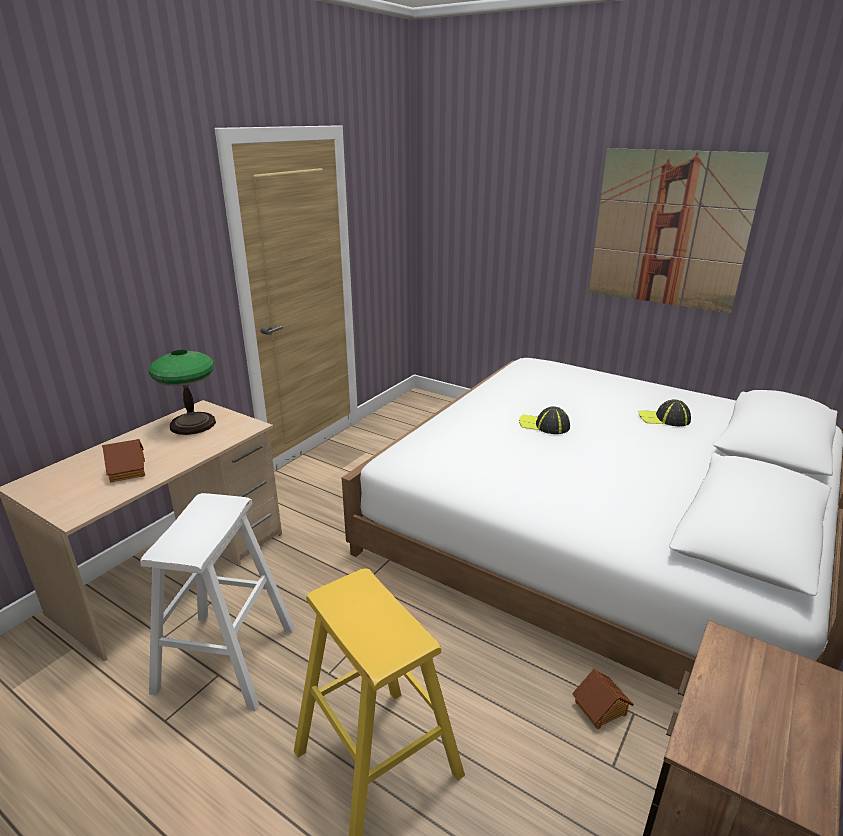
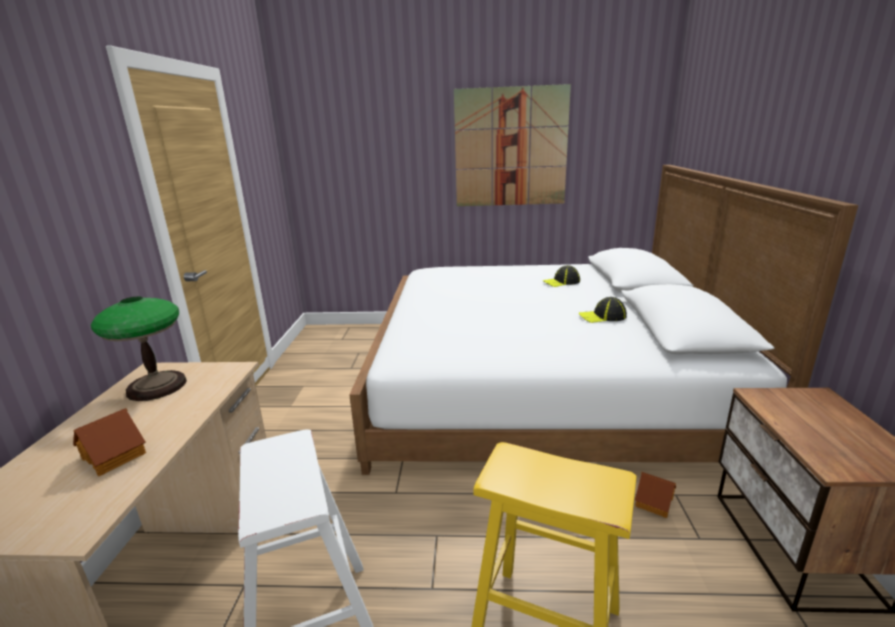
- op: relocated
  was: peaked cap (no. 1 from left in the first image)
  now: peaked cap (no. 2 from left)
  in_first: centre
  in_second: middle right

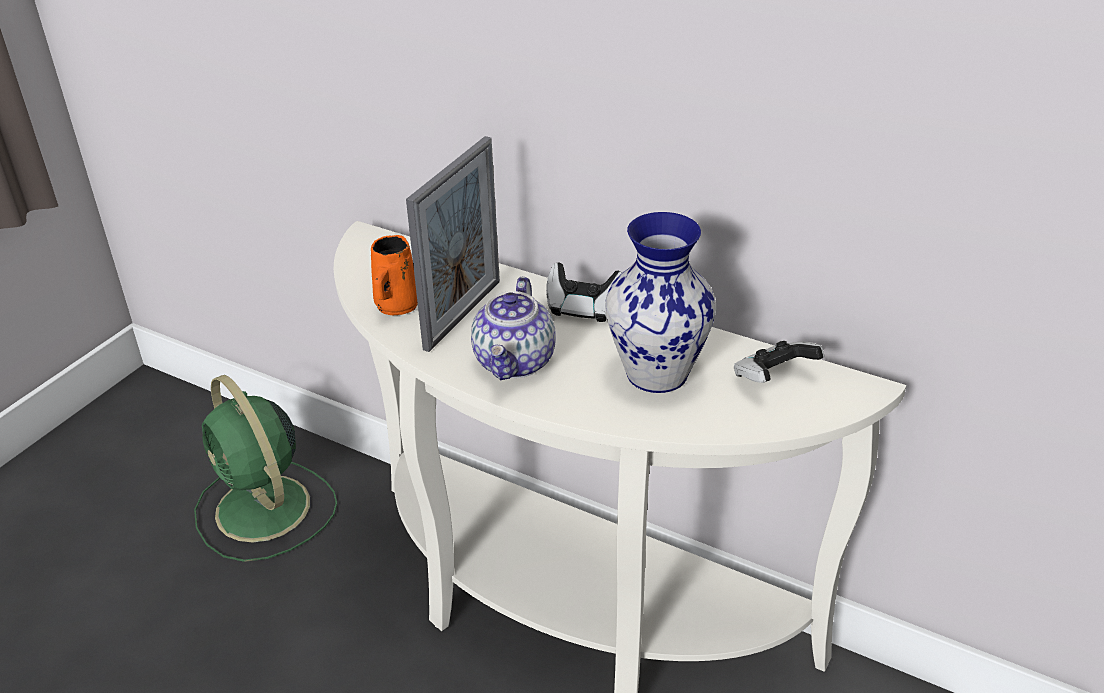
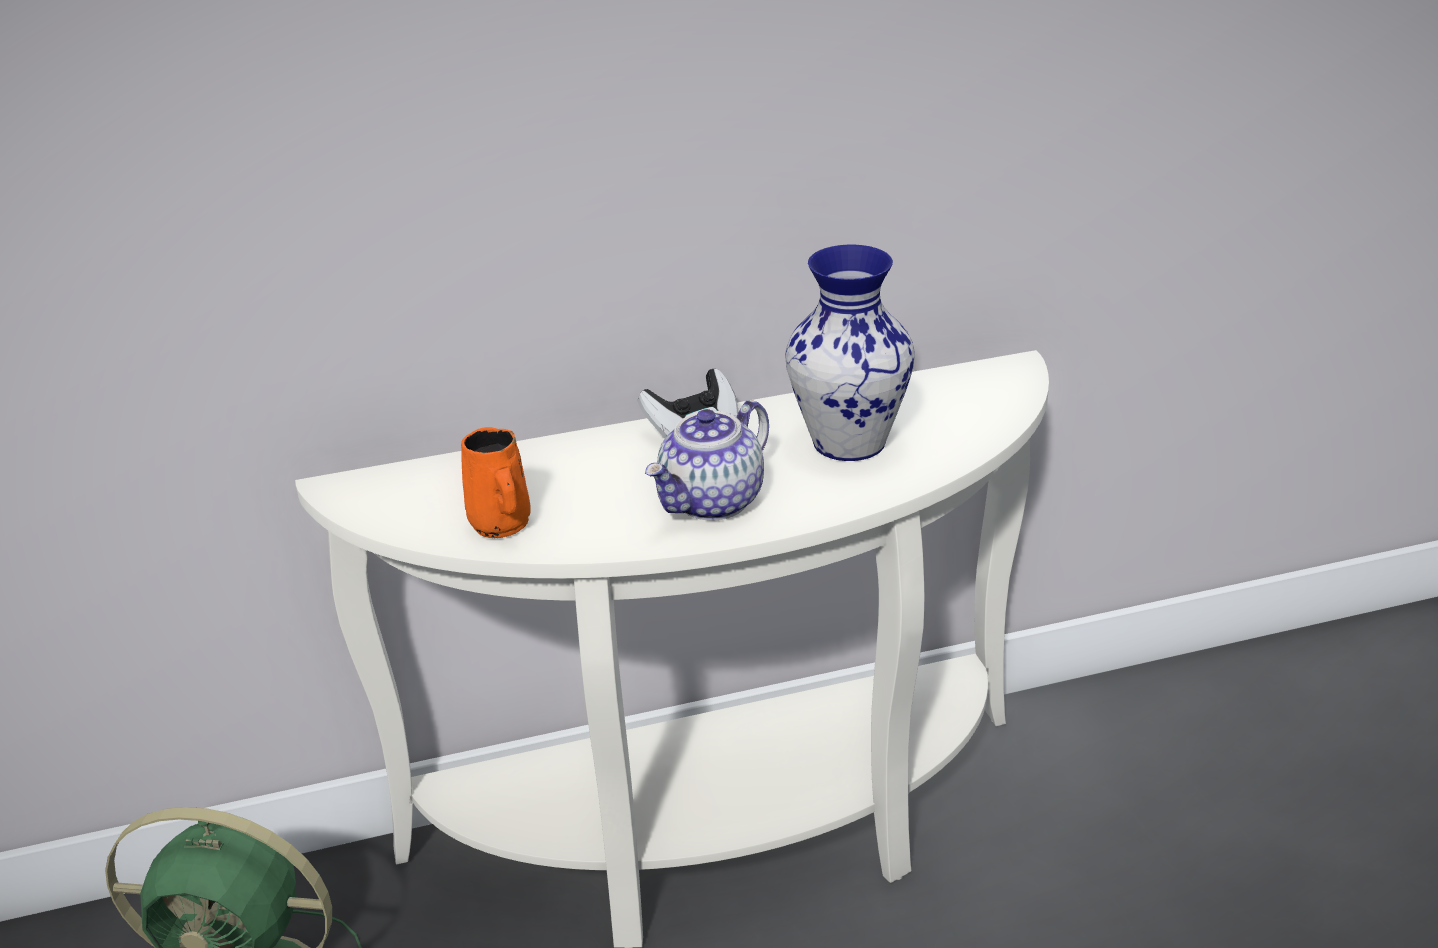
- op: missing
  was: picture frame
  in_first: centre
- op: spun
  was: tea pot
  in_first: centre
  in_second: centre
  clockwise: 75
- op: missing
  was: game controller (no. 2 from left)
  in_first: middle right

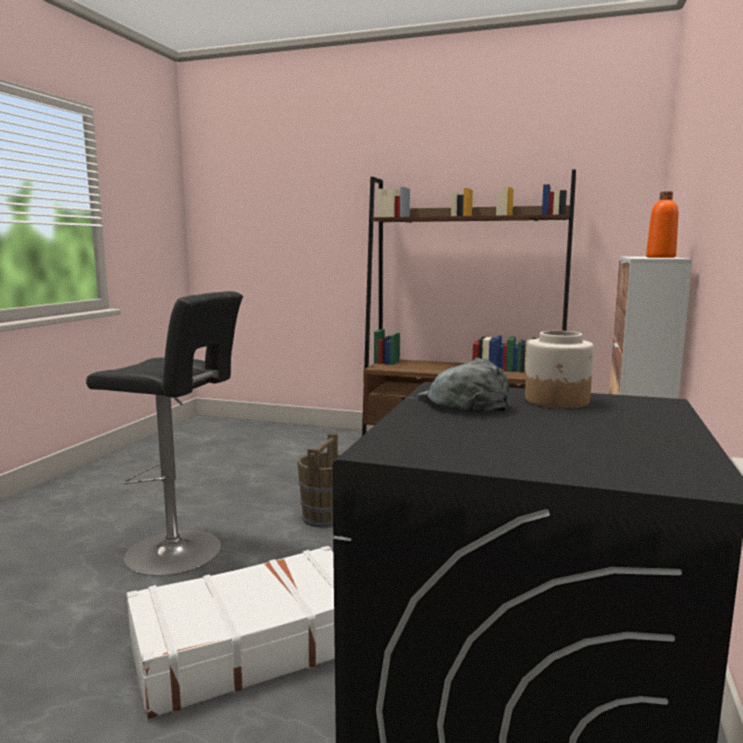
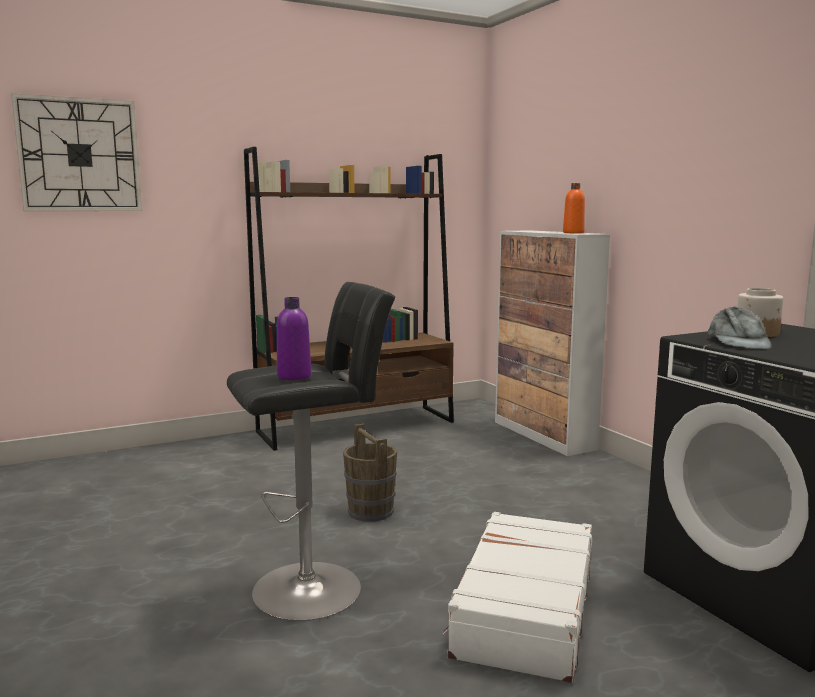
- op: spun
  was: grey peaked cap
  in_first: centre
  in_second: middle right
  clockwise: -105
- op: appeared
  now: hanging clock
  in_second: top left
- op: appeared
  now: purple-coloured drink bottle
  in_second: centre

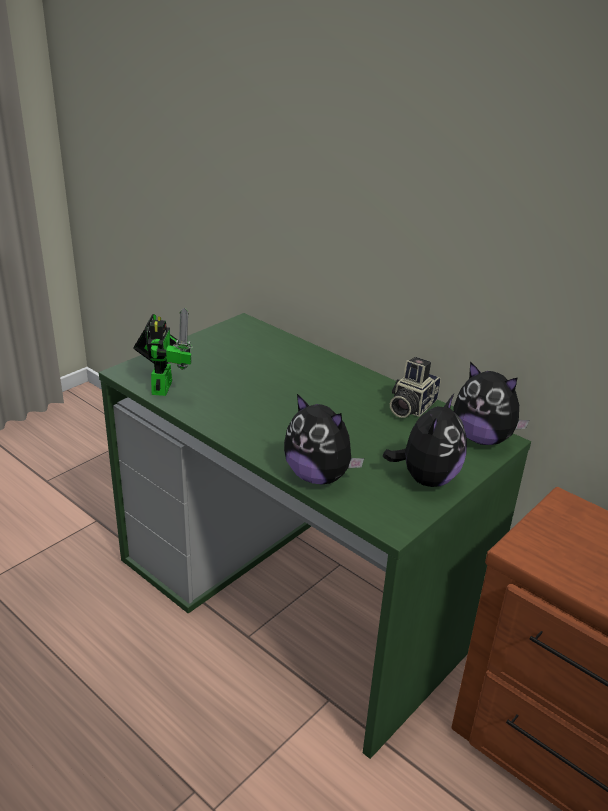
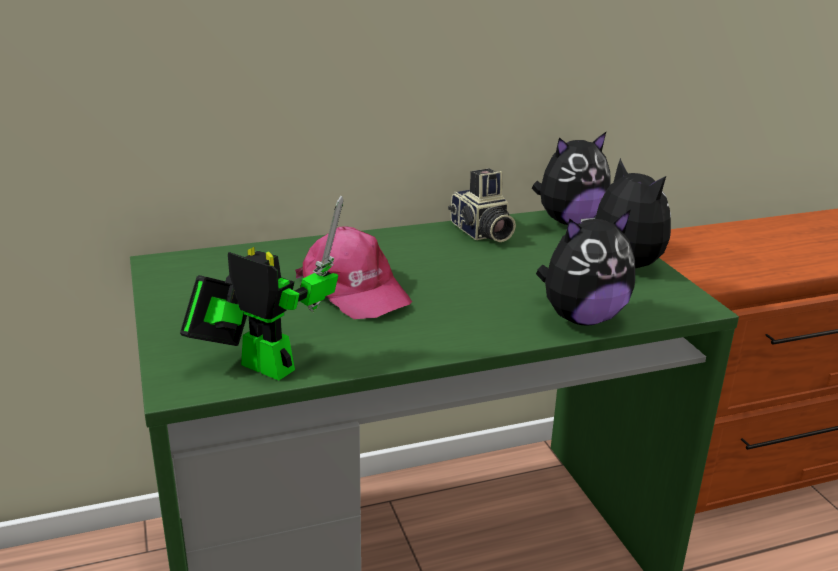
- op: appeared
  now: pink peaked cap
  in_second: centre

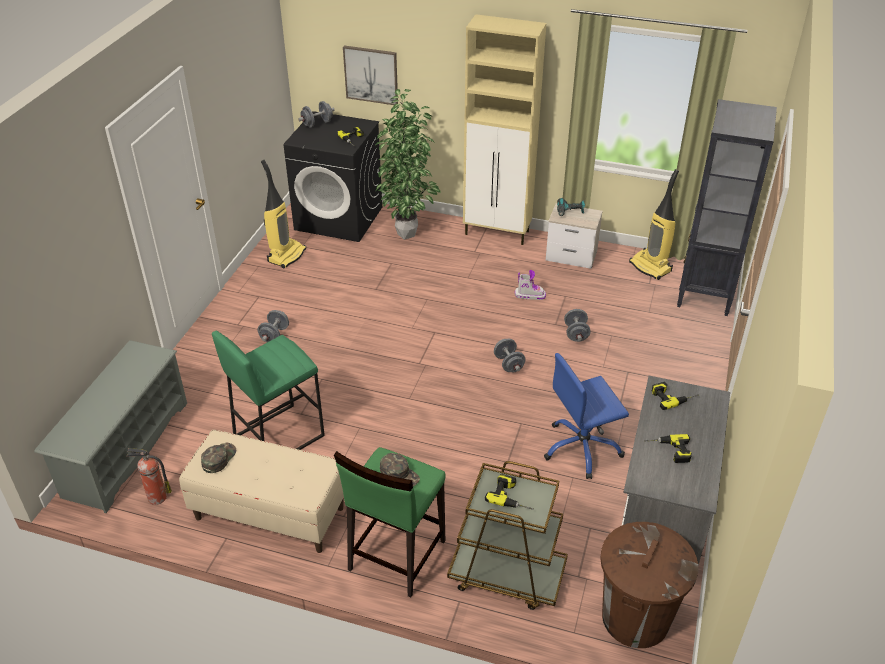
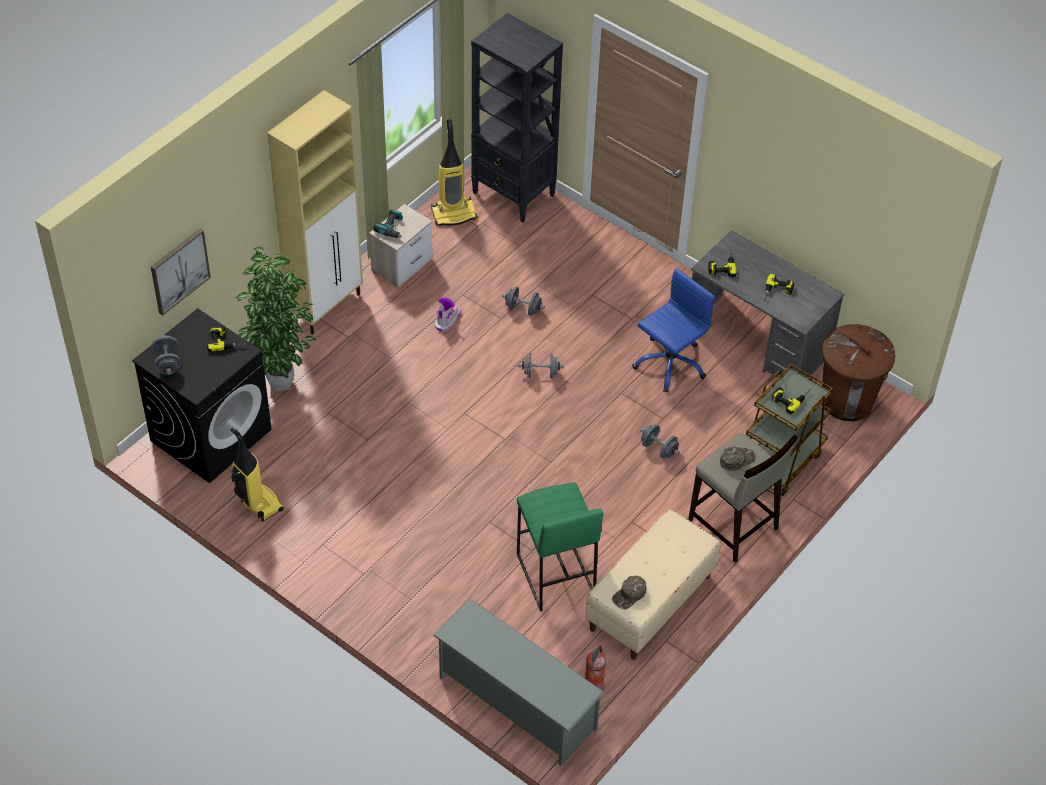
- op: spun
  was: greenish peaked cap (no. 1 from left)
  in_first: bottom left
  in_second: bottom centre
  clockwise: -90
- op: relocated
  was: grey hand weight (no. 1 from left in the first image)
  now: grey hand weight (no. 4 from left)
  in_first: middle left
  in_second: centre
- op: colour
  was: greenish stool (no. 2 from left)
  now: beige stool
  in_first: bottom centre
  in_second: middle right
- op: spun
  was: blue-coloured desk chair
  in_first: centre
  in_second: centre
  clockwise: -135

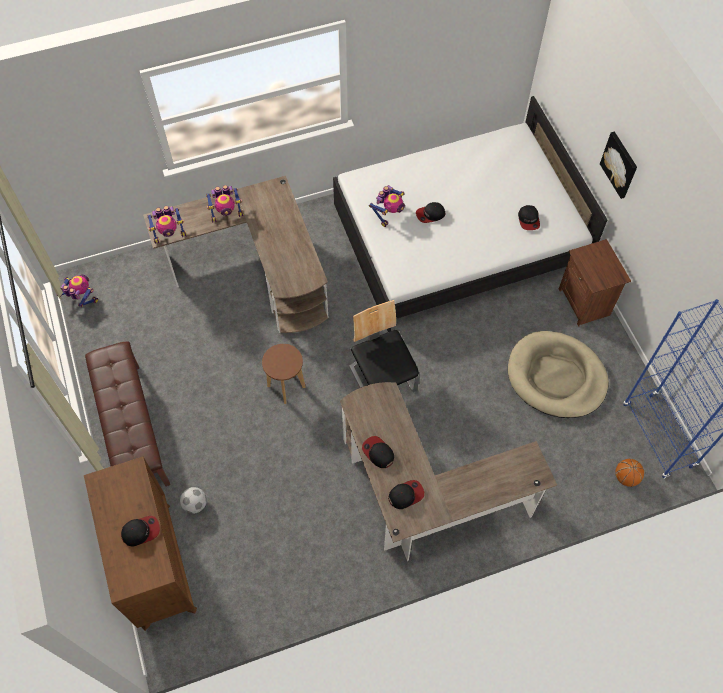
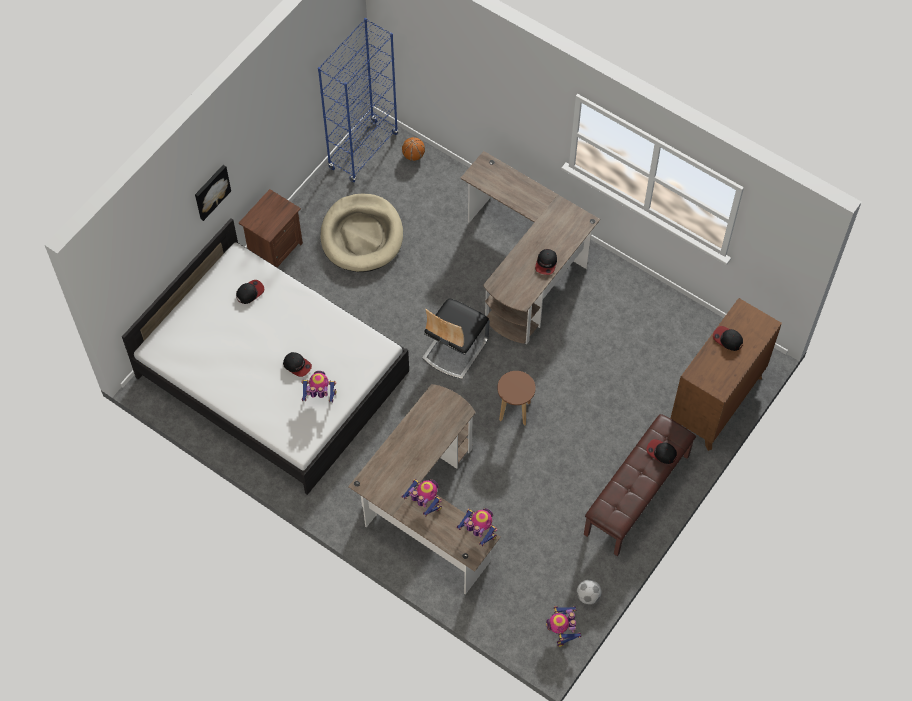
- op: relocated
  was: football ball
  in_first: bottom left
  in_second: bottom centre
- op: relocated
  was: peaked cap (no. 3 from left in the first image)
  now: peaked cap (no. 4 from left)
  in_first: bottom centre
  in_second: middle right

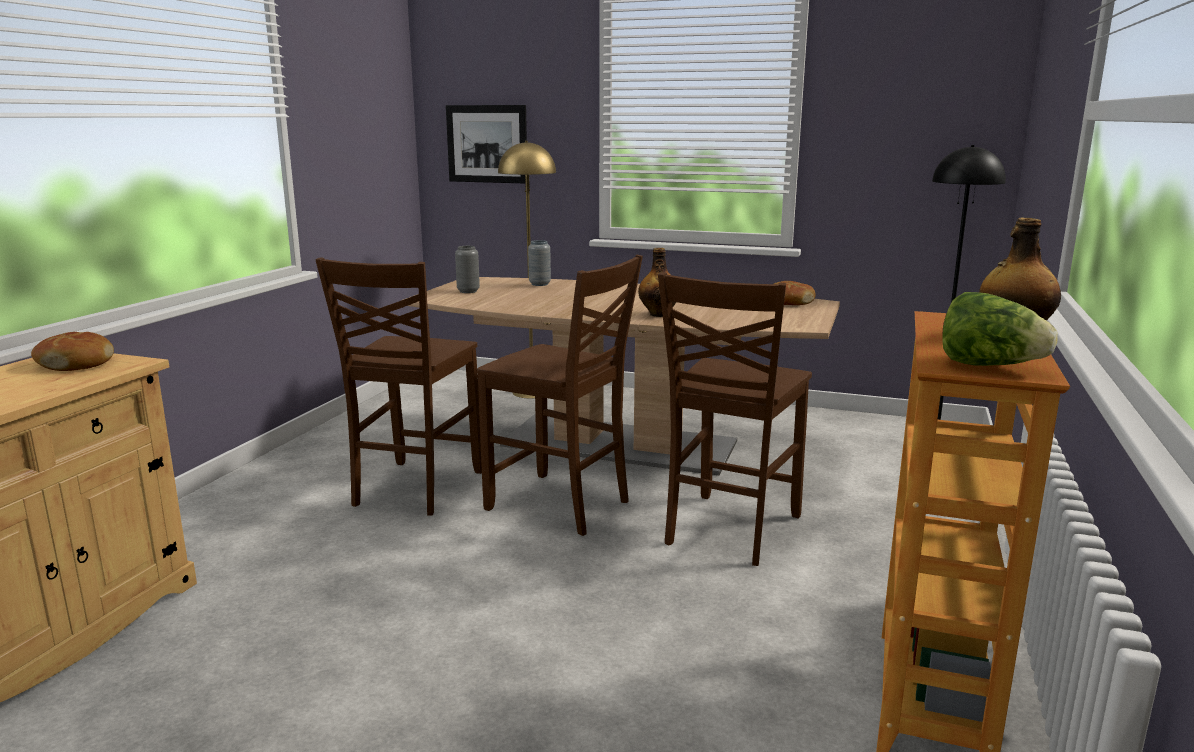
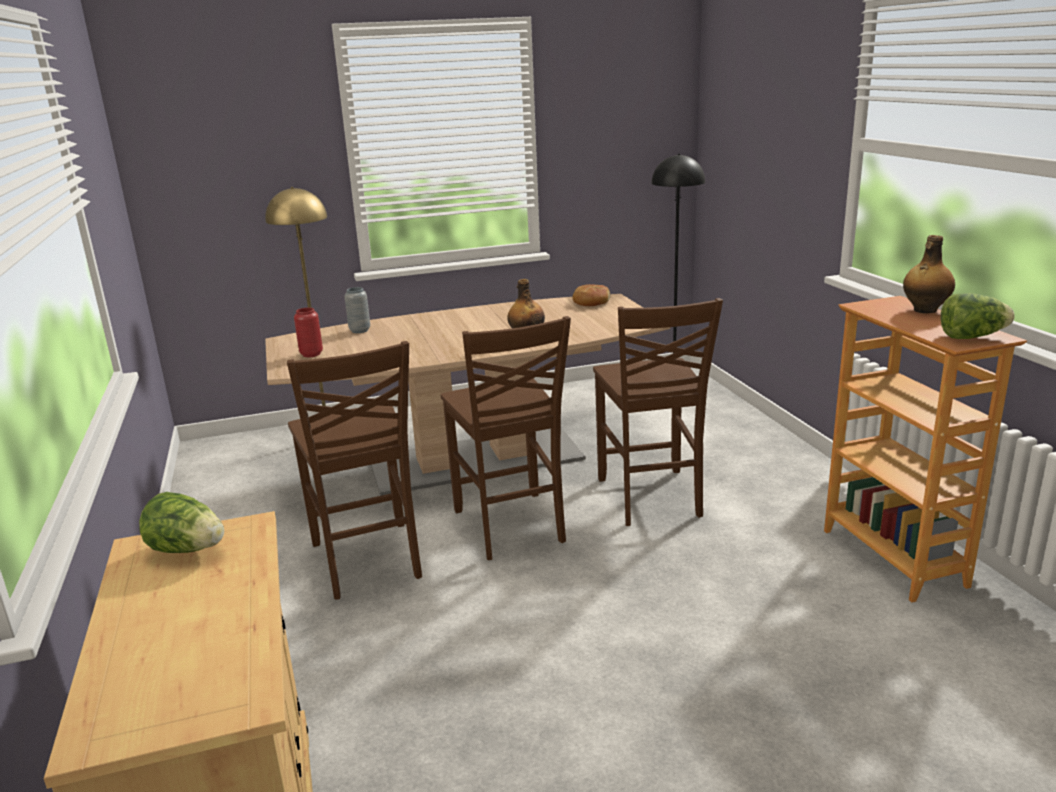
- op: exchanged
  was: baked bread (no. 1 from left)
  now: head of lettuce (no. 1 from left)
  in_first: middle left
  in_second: middle left
- op: missing
  was: wall picture
  in_first: top centre
- op: colour
  was: grey vase (no. 1 from left)
  now: red-coloured vase
  in_first: centre
  in_second: middle left
- op: spun
  was: brownish upright chair (no. 2 from left)
  in_first: centre
  in_second: centre
  clockwise: 75

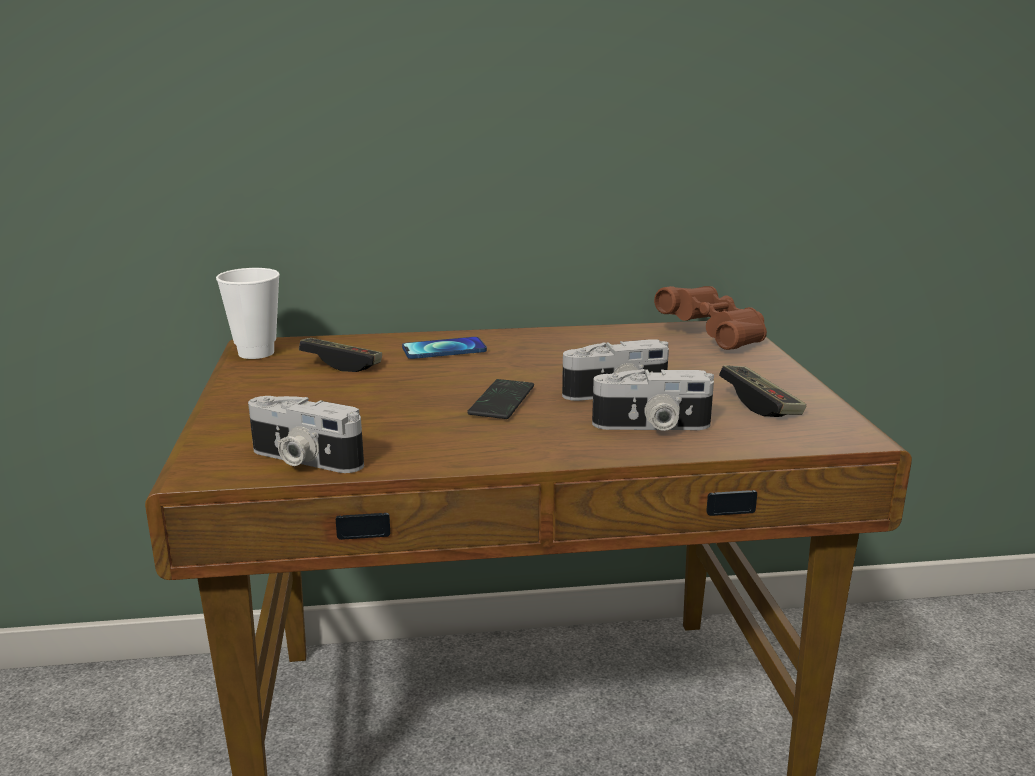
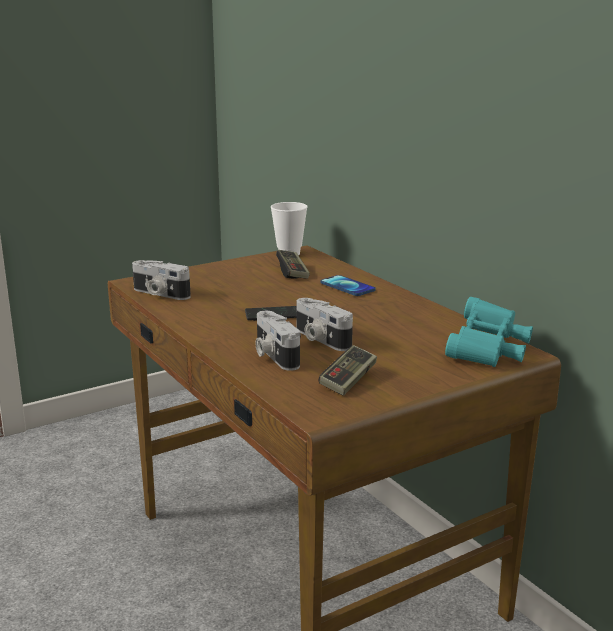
- op: spun
  was: photo camera (no. 1 from left)
  in_first: middle left
  in_second: middle left
  clockwise: -60
- op: colour
  was: brownish binoculars
  now: blue-green binoculars
  in_first: middle right
  in_second: middle right

